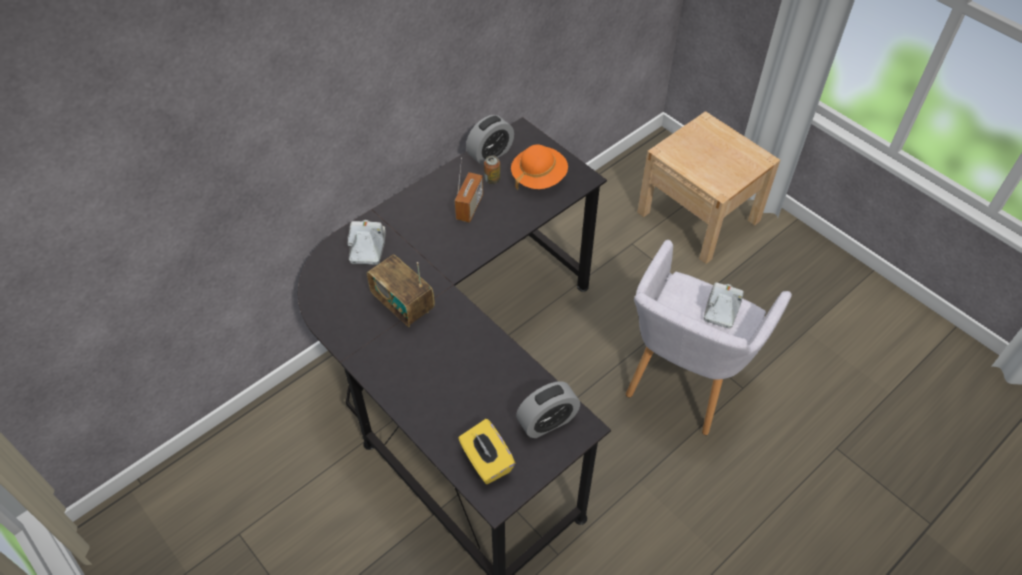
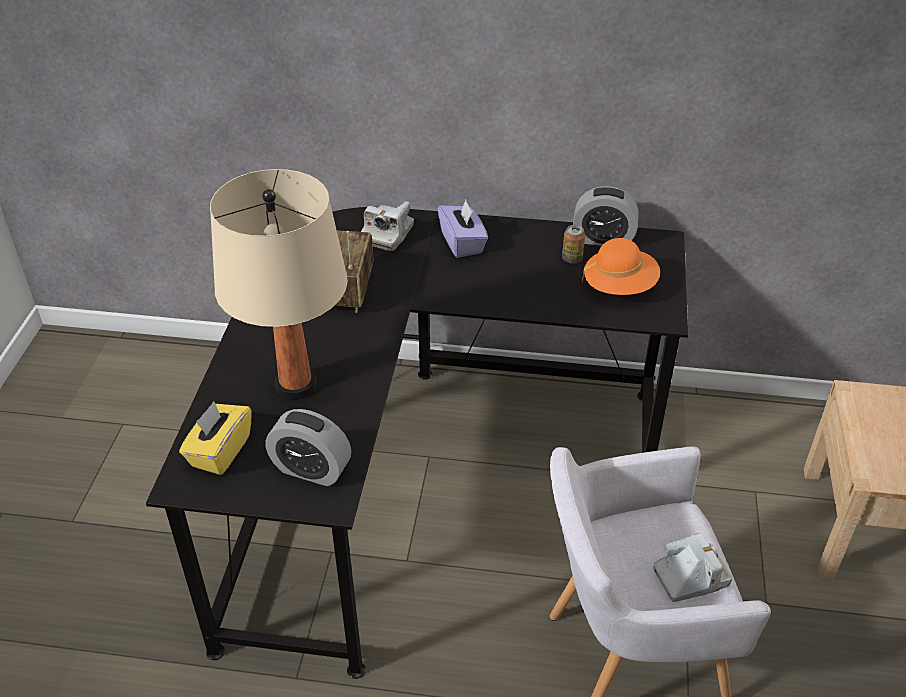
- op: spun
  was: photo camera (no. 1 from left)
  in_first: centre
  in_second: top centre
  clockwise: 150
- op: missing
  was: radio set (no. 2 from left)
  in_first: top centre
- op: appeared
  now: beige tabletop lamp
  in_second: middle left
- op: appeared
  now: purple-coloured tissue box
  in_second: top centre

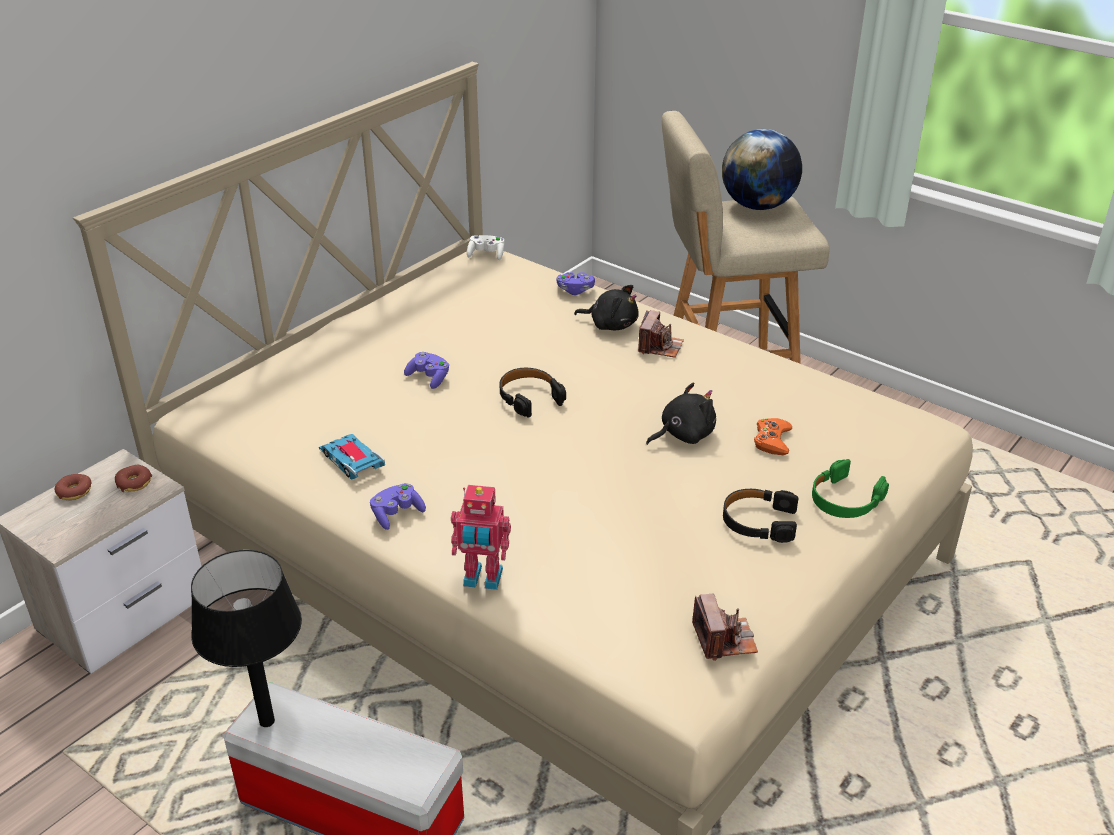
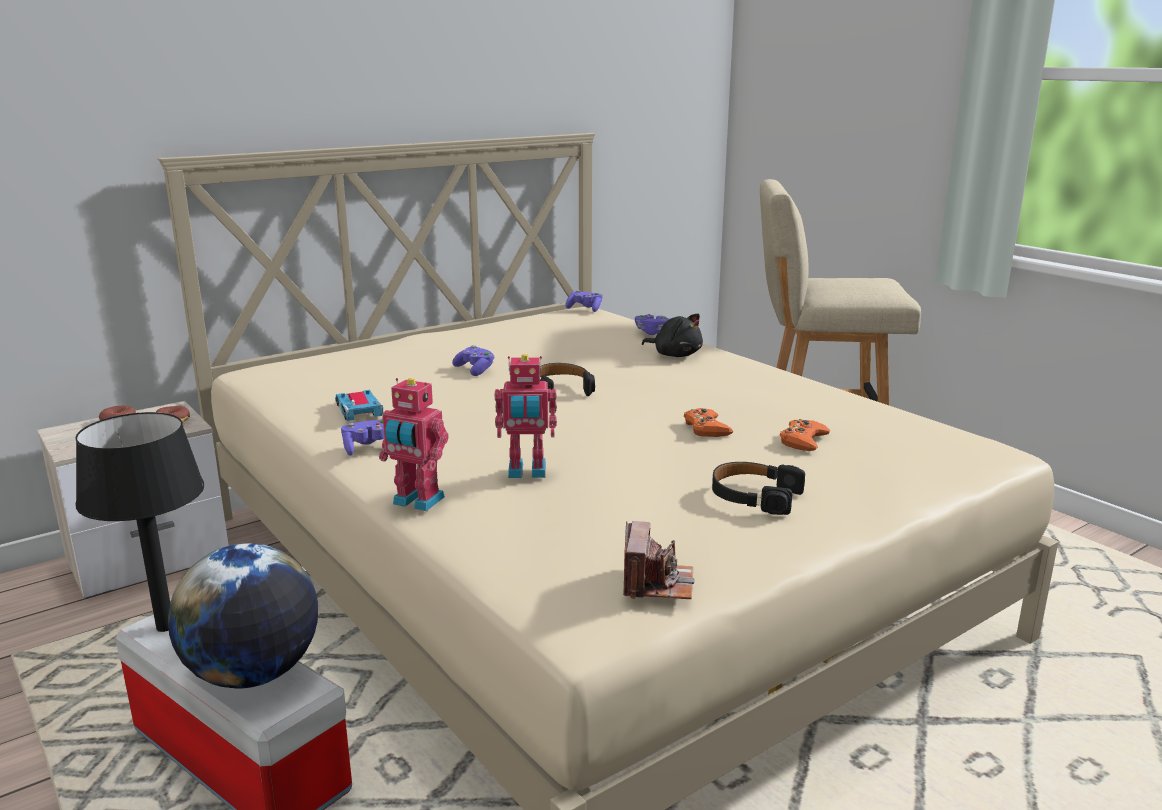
- op: colour
  was: white-coloured game controller
  now: purple-coloured game controller (no. 3 from left)
  in_first: top centre
  in_second: centre
- op: missing
  was: photo camera (no. 1 from left)
  in_first: centre
- op: exchanged
  was: blackish plush toy (no. 2 from left)
  now: orange-coloured game controller (no. 1 from left)
  in_first: centre
  in_second: centre
- op: relocated
  was: globe
  in_first: top right
  in_second: bottom left
- op: missing
  was: greenish headset
  in_first: middle right
- op: appeared
  now: robot figure (no. 2 from left)
  in_second: centre

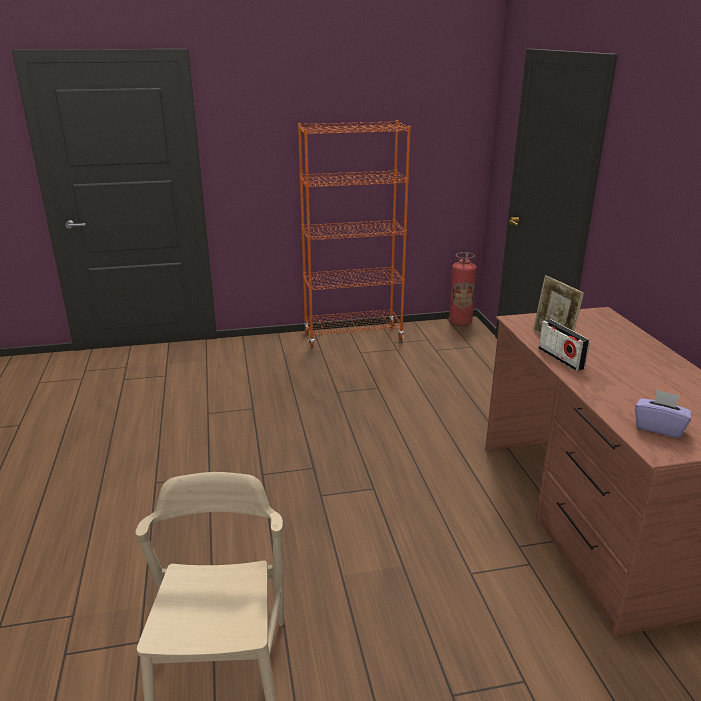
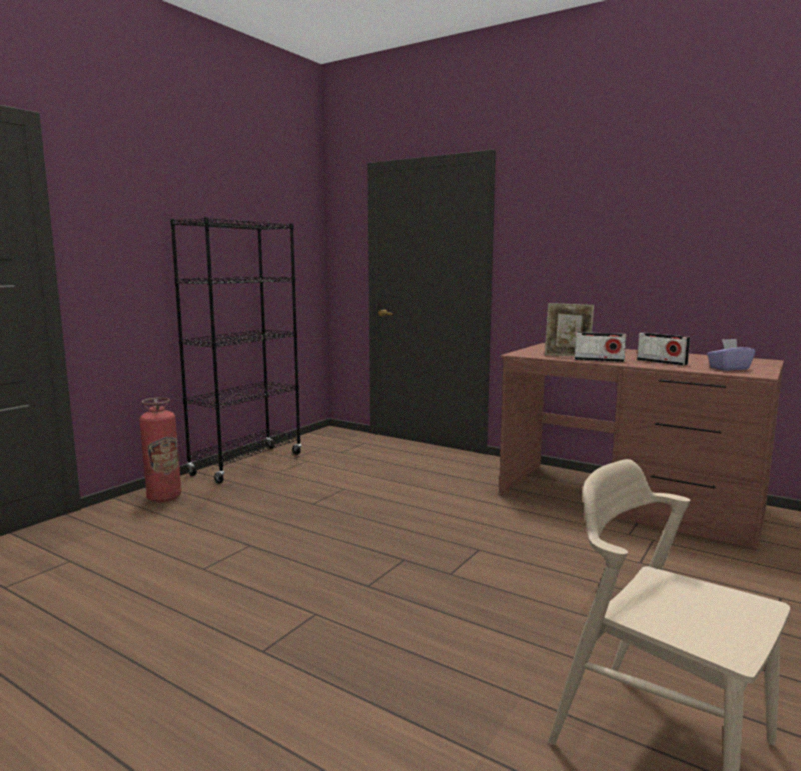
- op: colour
  was: orange-coloured bookshelf
  now: blackish bookshelf
  in_first: centre
  in_second: middle left
- op: relocated
  was: fire-fighting cylinder
  in_first: centre
  in_second: middle left
- op: appeared
  now: radio set (no. 2 from left)
  in_second: middle right

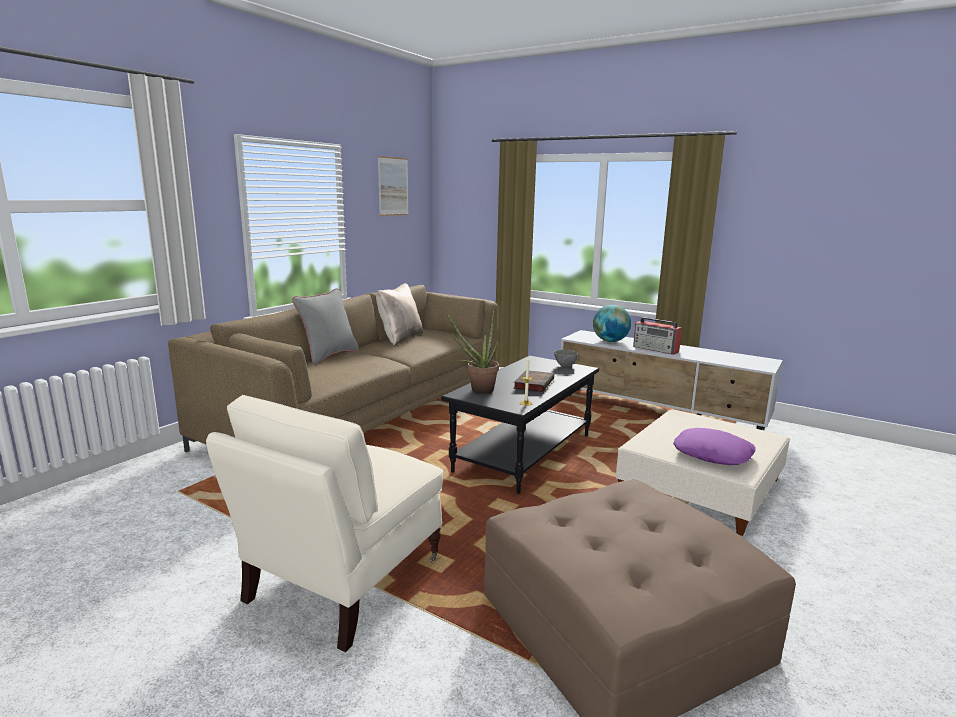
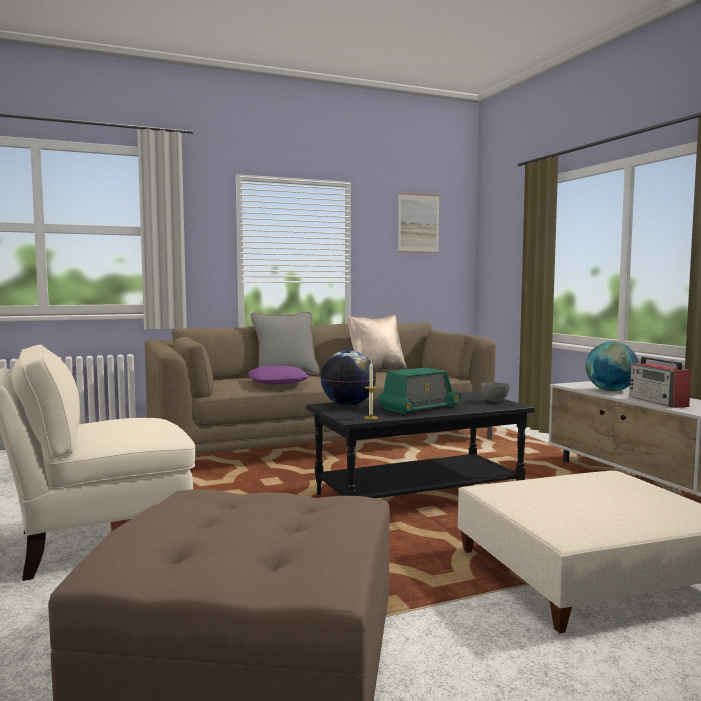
- op: exchanged
  was: houseplant
  now: globe (no. 1 from left)
  in_first: centre
  in_second: centre
- op: exchanged
  was: volume
  now: radio set (no. 1 from left)
  in_first: centre
  in_second: centre
- op: relocated
  was: purple-coloured pillow
  in_first: middle right
  in_second: centre

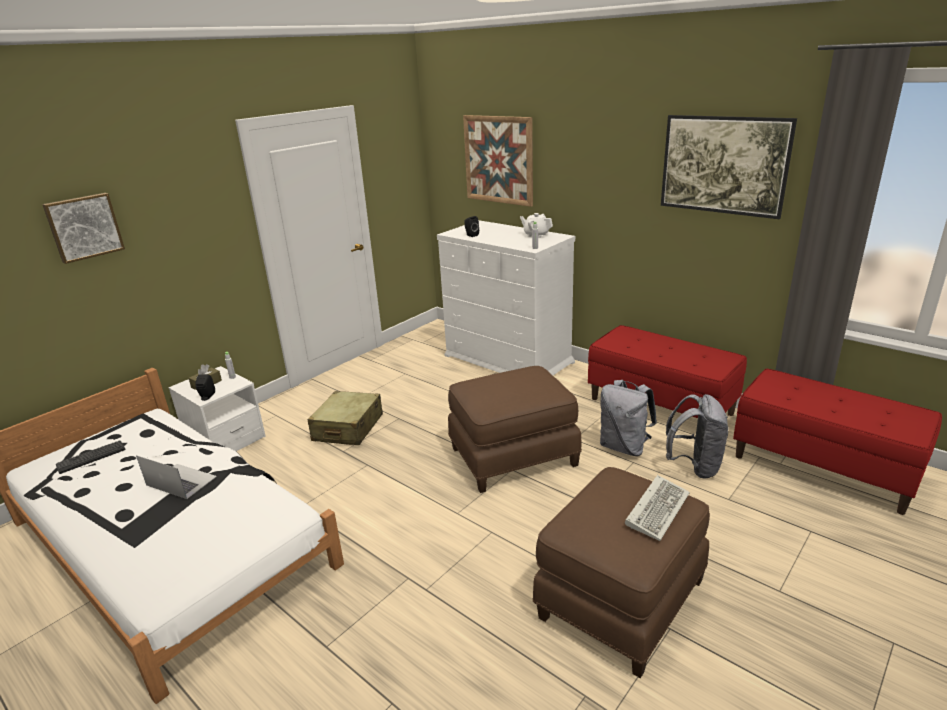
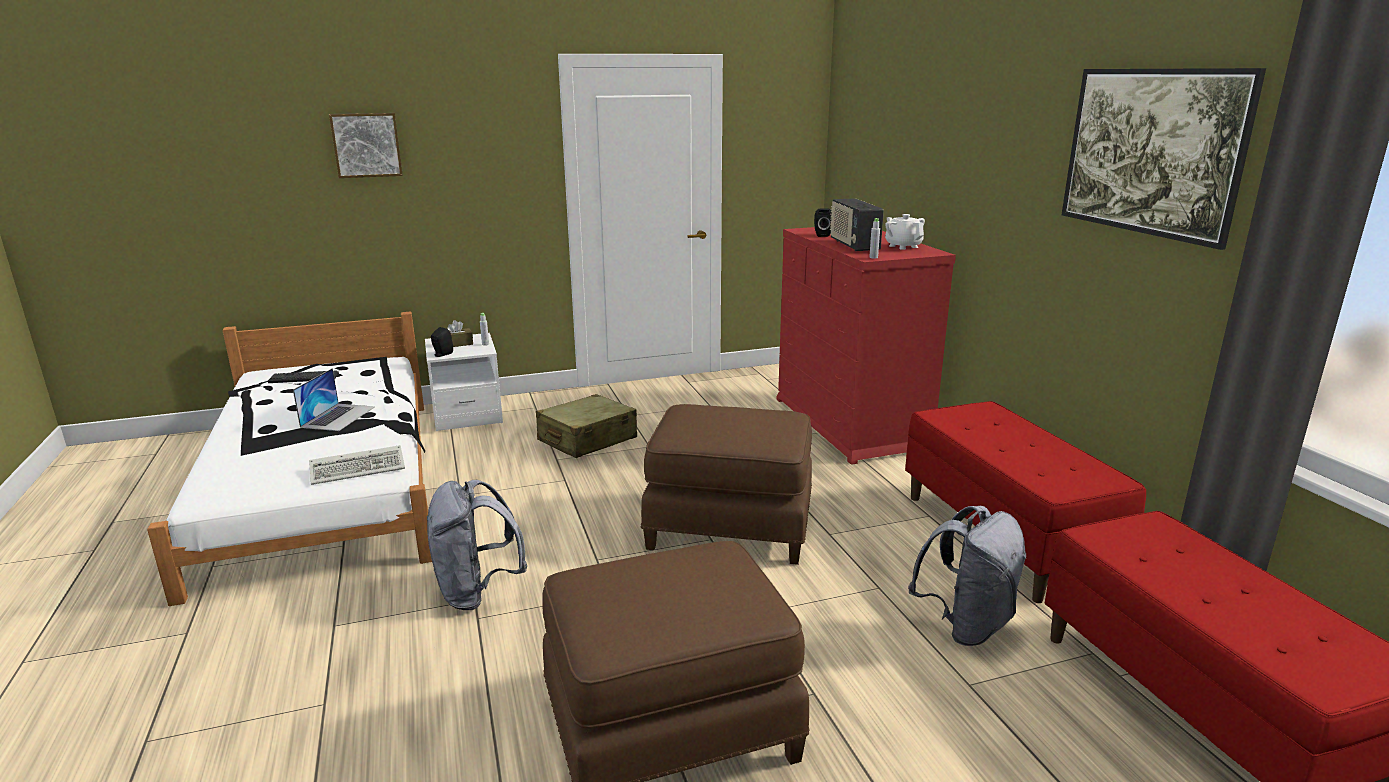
- op: spun
  was: laptop
  in_first: bottom left
  in_second: middle left
  clockwise: 45
- op: colour
  was: white-coloured chest of drawers
  now: red-coloured chest of drawers
  in_first: centre
  in_second: centre
- op: missing
  was: wall picture (no. 2 from left)
  in_first: top centre
- op: relocated
  was: grey rucksack (no. 1 from left)
  in_first: centre
  in_second: bottom centre
- op: relocated
  was: PC keyboard (no. 2 from left)
  in_first: bottom right
  in_second: middle left
- op: appeared
  now: radio set
  in_second: top centre

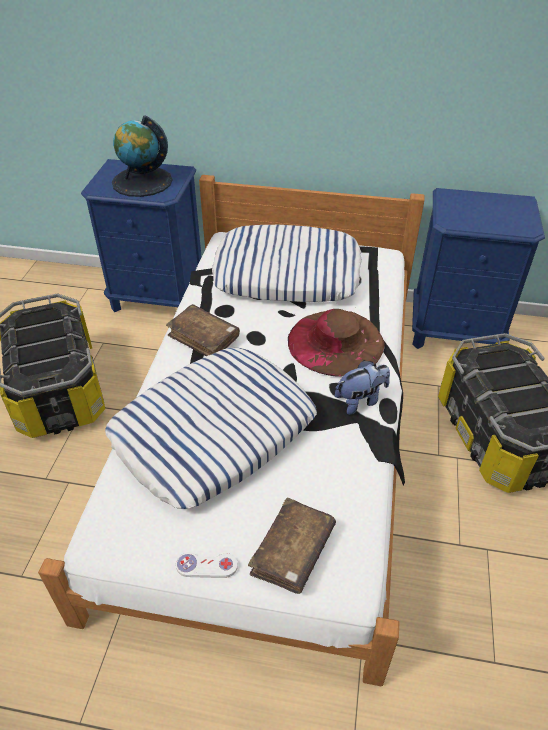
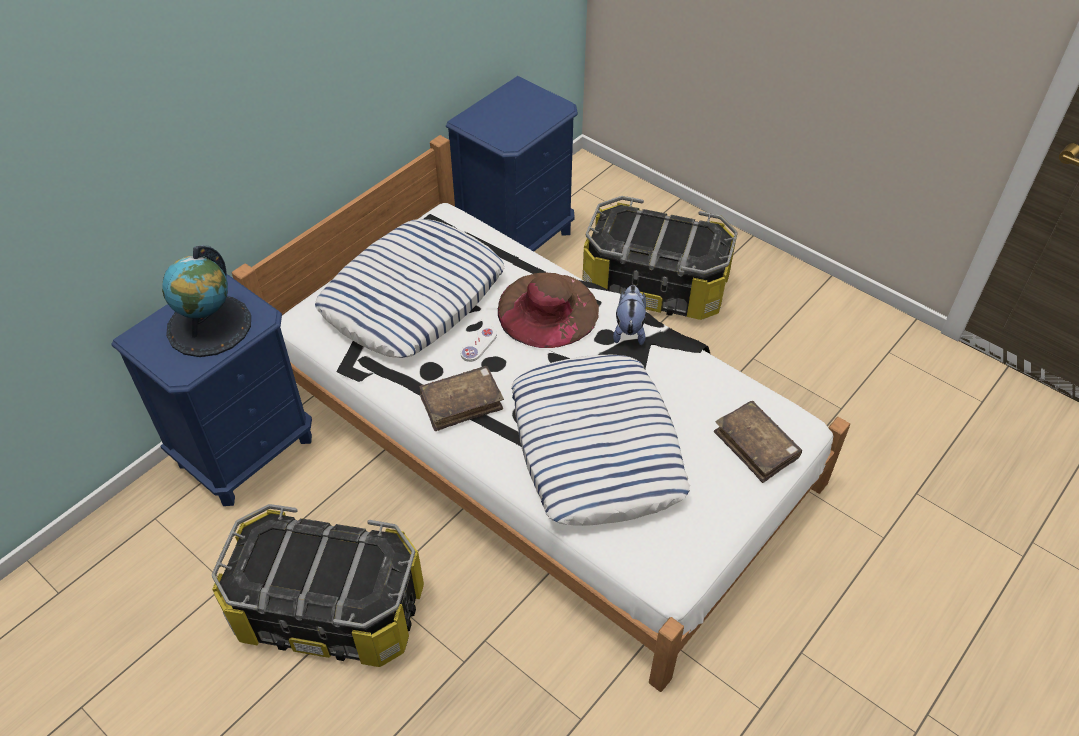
- op: relocated
  was: white-coloured game controller
  in_first: bottom centre
  in_second: centre

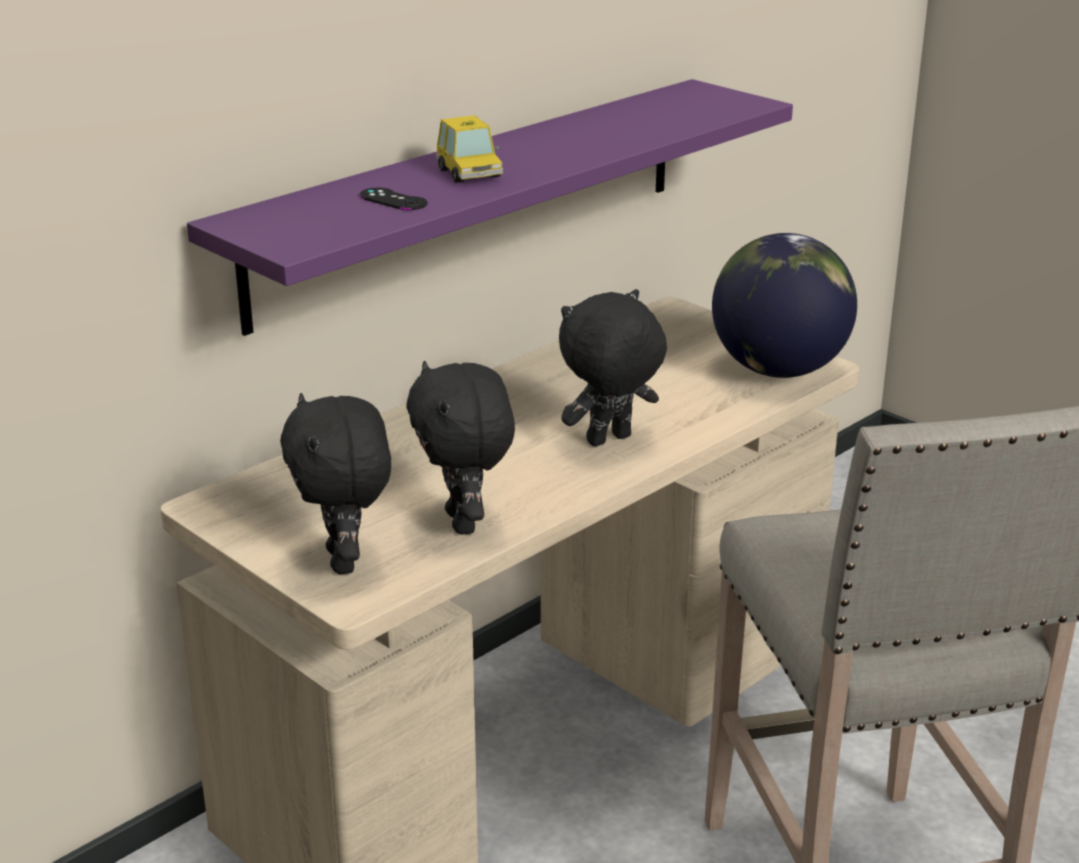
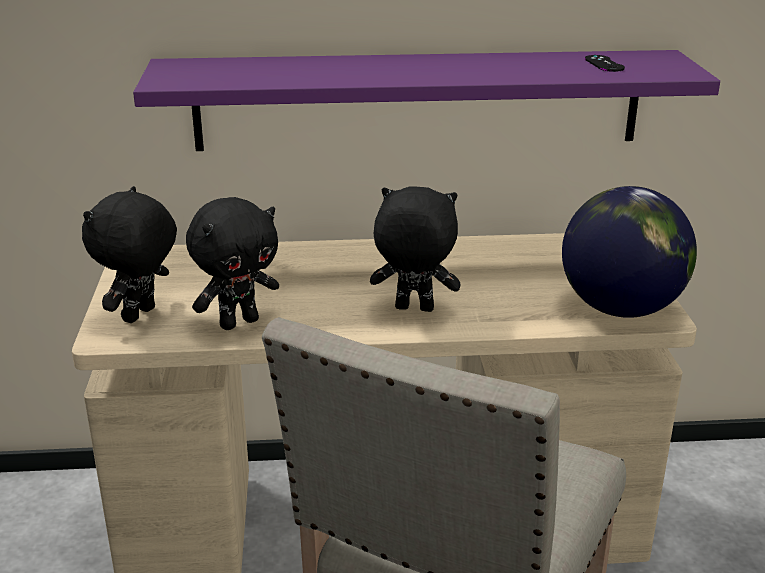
- op: relocated
  was: blackish game controller
  in_first: top centre
  in_second: top right
- op: spun
  was: blackish plush toy (no. 2 from left)
  in_first: centre
  in_second: middle left
  clockwise: -150
- op: missing
  was: toy car
  in_first: top centre

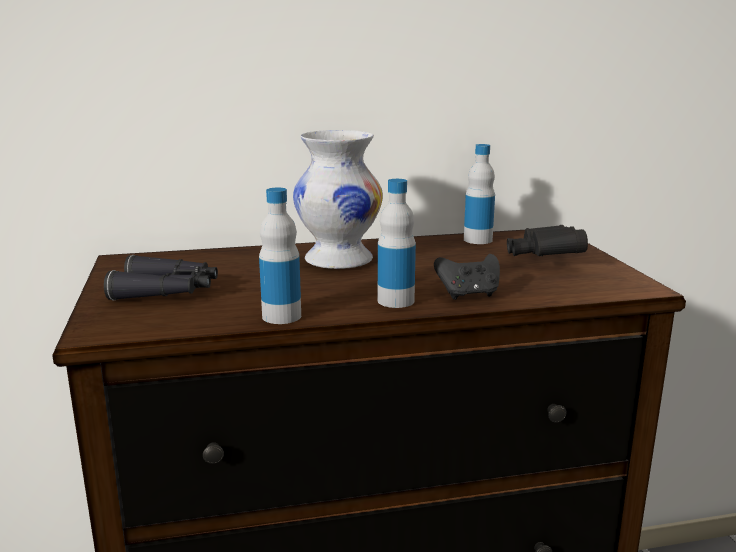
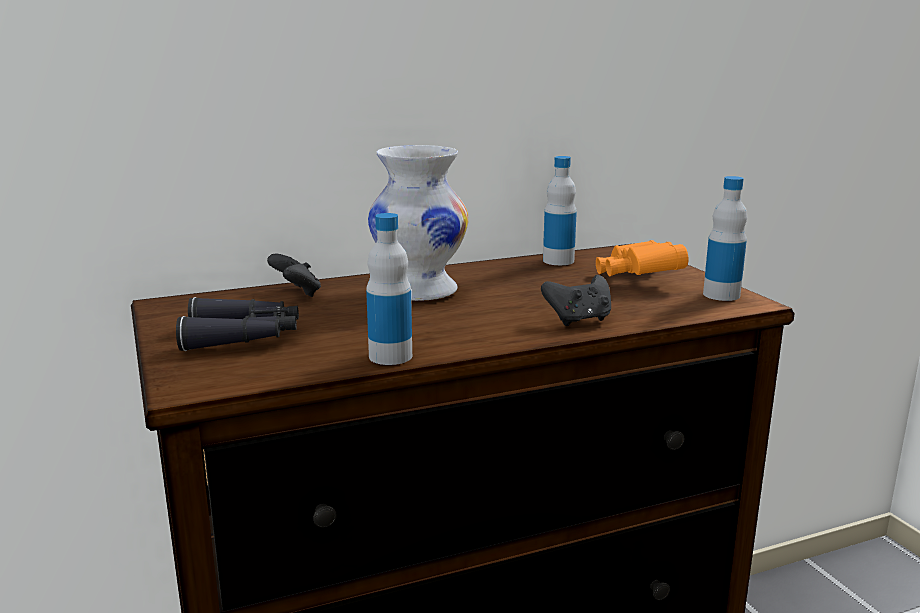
- op: relocated
  was: drink bottle (no. 2 from left in the first image)
  now: drink bottle (no. 3 from left)
  in_first: centre
  in_second: middle right
- op: colour
  was: blackish binoculars (no. 2 from left)
  now: orange-coloured binoculars
  in_first: middle right
  in_second: middle right
- op: appeared
  now: blackish game controller (no. 1 from left)
  in_second: middle left

